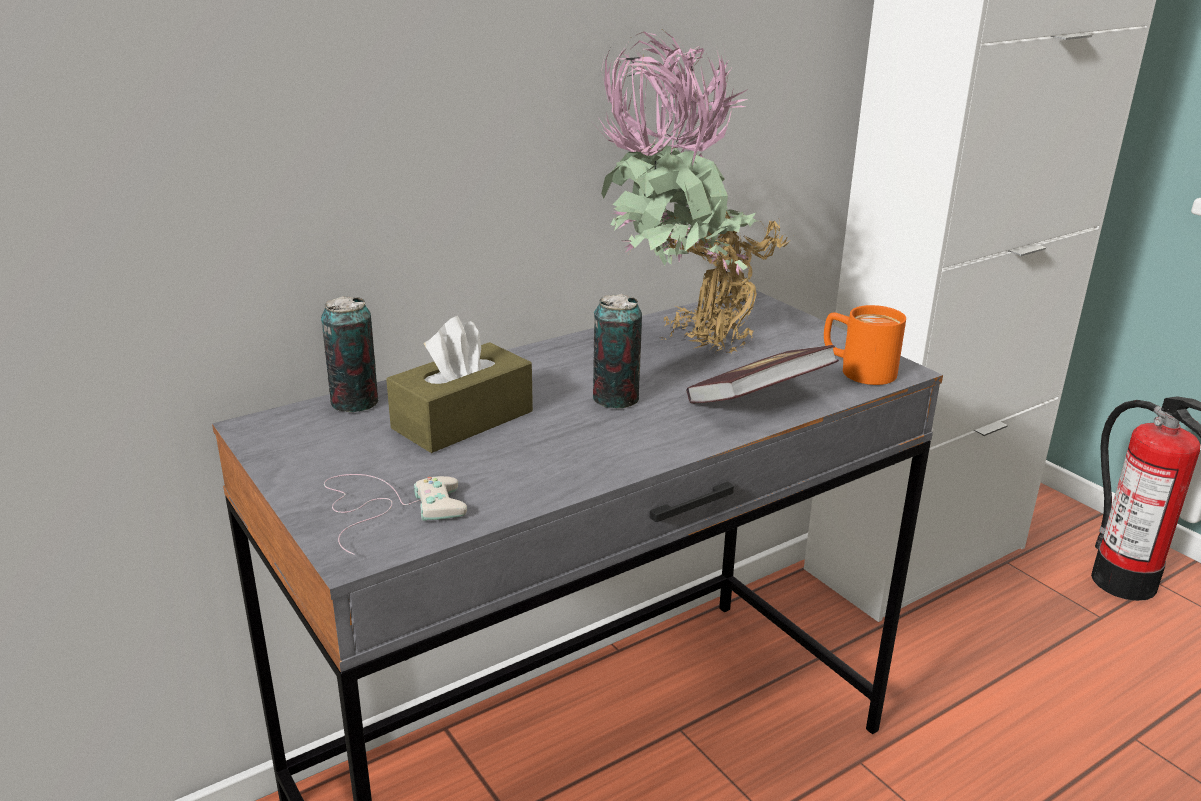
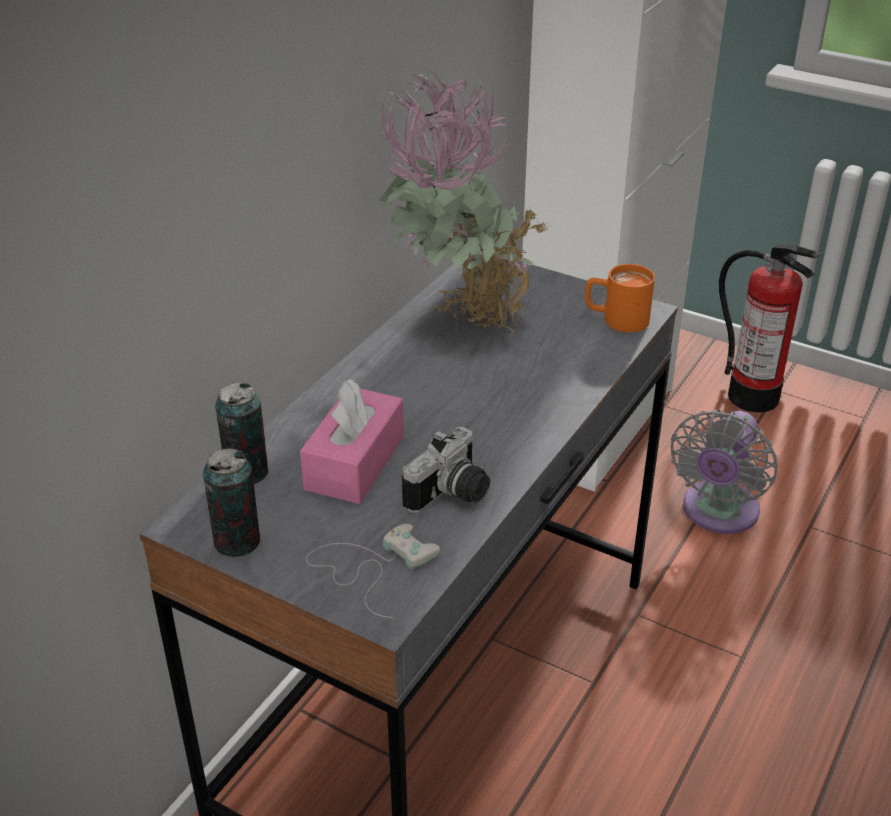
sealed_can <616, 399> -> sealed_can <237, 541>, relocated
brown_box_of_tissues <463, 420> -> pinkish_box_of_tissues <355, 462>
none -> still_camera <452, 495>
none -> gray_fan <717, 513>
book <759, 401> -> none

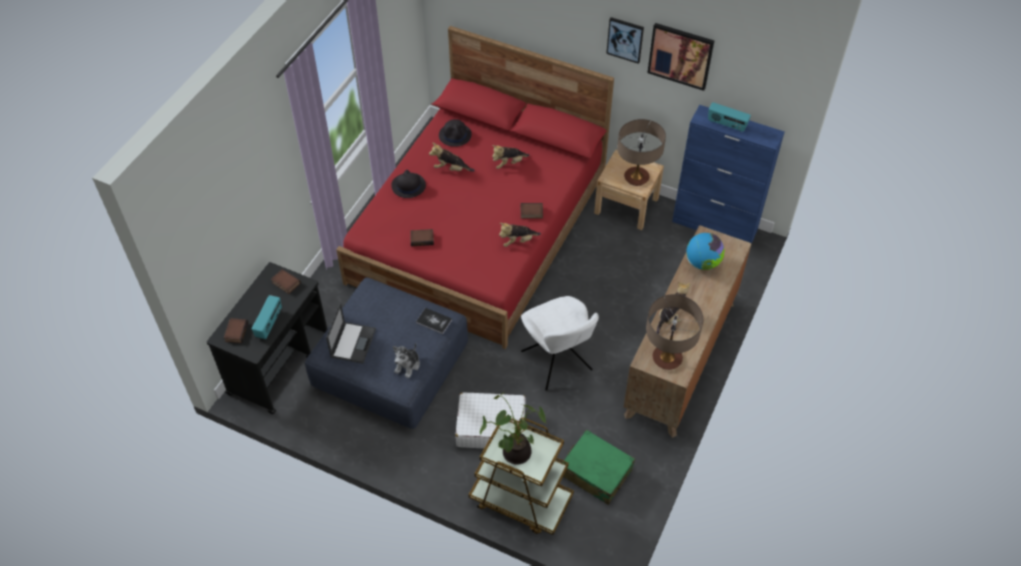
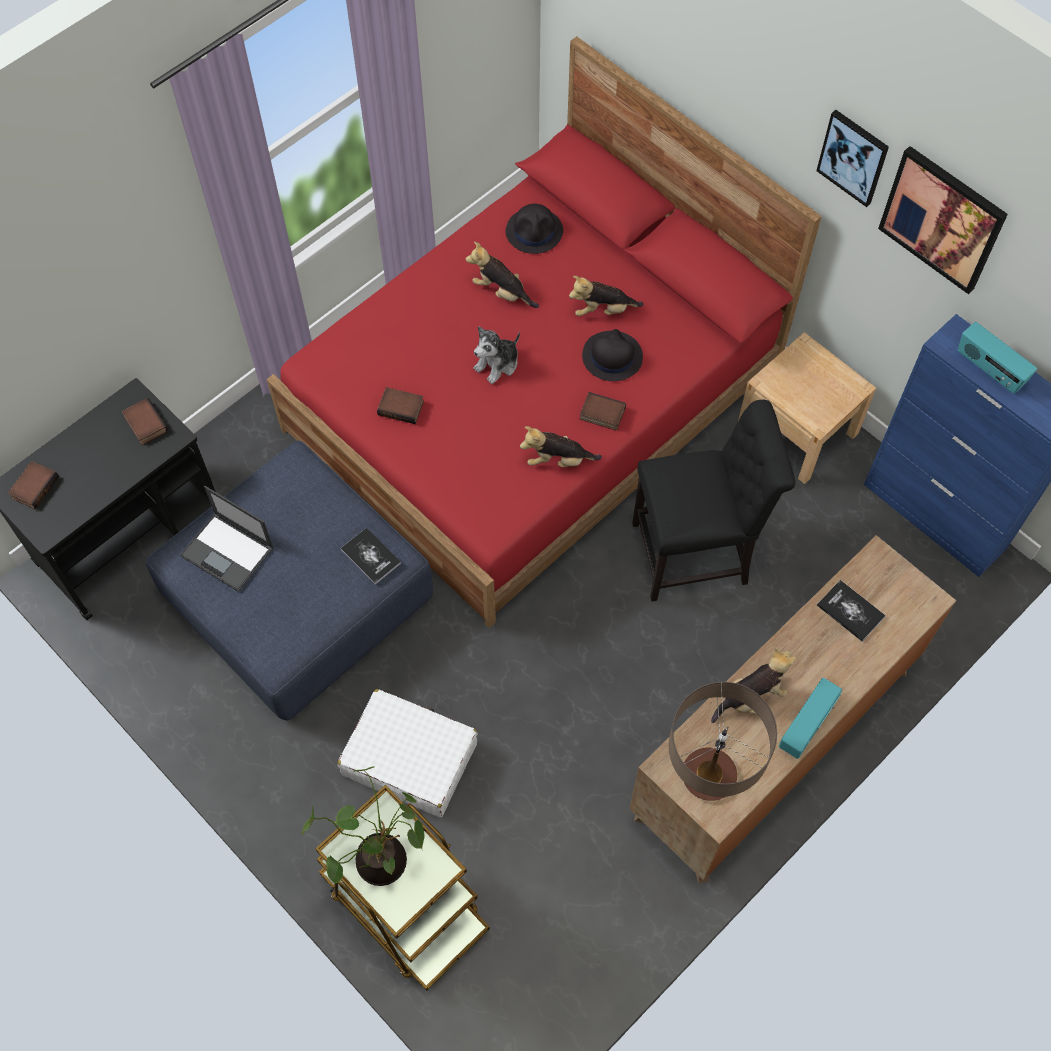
notebook_computer <353, 342> -> notebook_computer <228, 552>, 90 degrees clockwise
cuddly_toy <407, 365> -> cuddly_toy <497, 364>, relocated
blackish_clothing_hat <408, 186> -> blackish_clothing_hat <611, 356>, relocated
none -> blackish_chair <696, 553>
radio_set <269, 324> -> radio_set <806, 726>, relocated
globe <702, 263> -> book <850, 611>
white_chair <557, 363> -> none
green-coloured_travel_case <596, 472> -> none
tabletop_lamp <636, 178> -> none

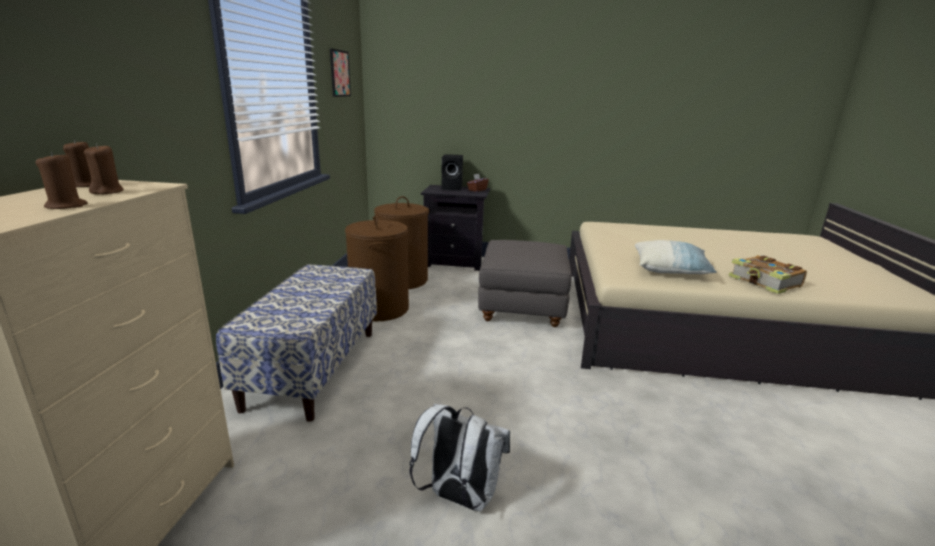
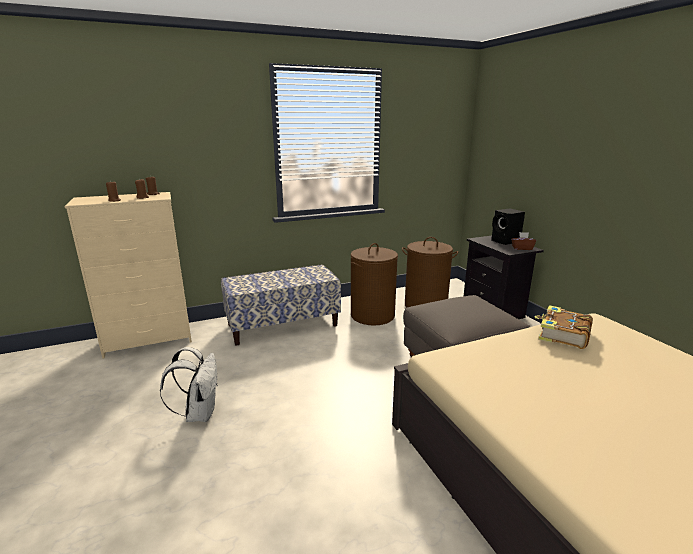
book <765, 283> -> book <562, 335>, relocated
wall_art <339, 73> -> none
throw_pillow <670, 270> -> none

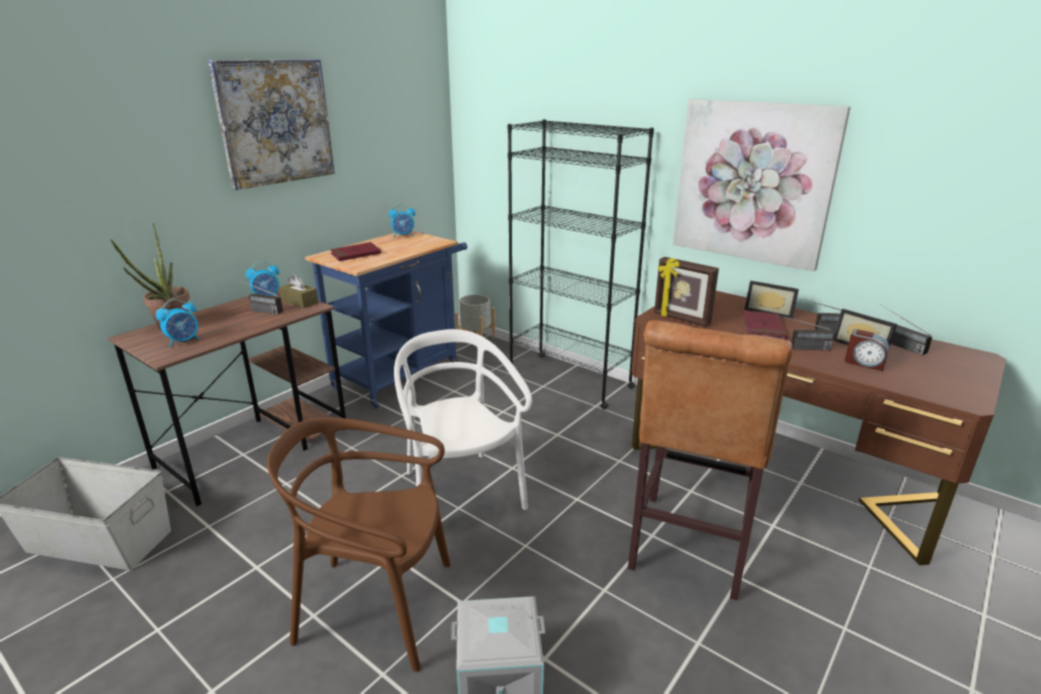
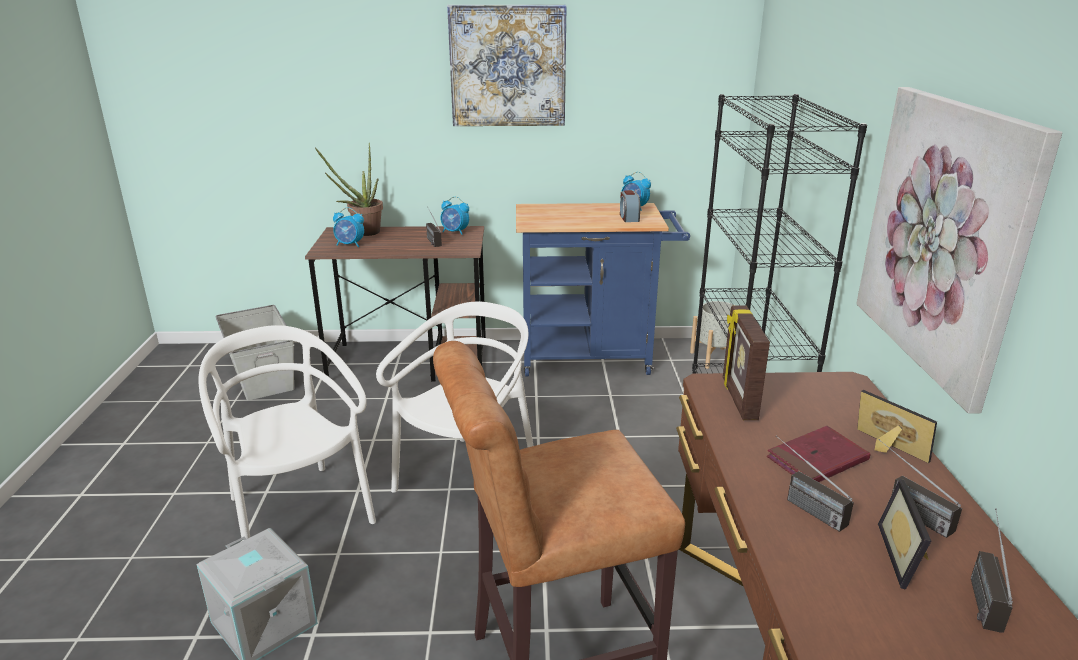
brown_chair <377, 607> -> white_chair <297, 514>
table_clock <864, 363> -> table_clock <629, 217>, relocated
photo_frame <769, 312> -> photo_frame <885, 449>, 150 degrees clockwise
brown_box_of_tissues <300, 302> -> none
red-coloured_book <356, 254> -> none

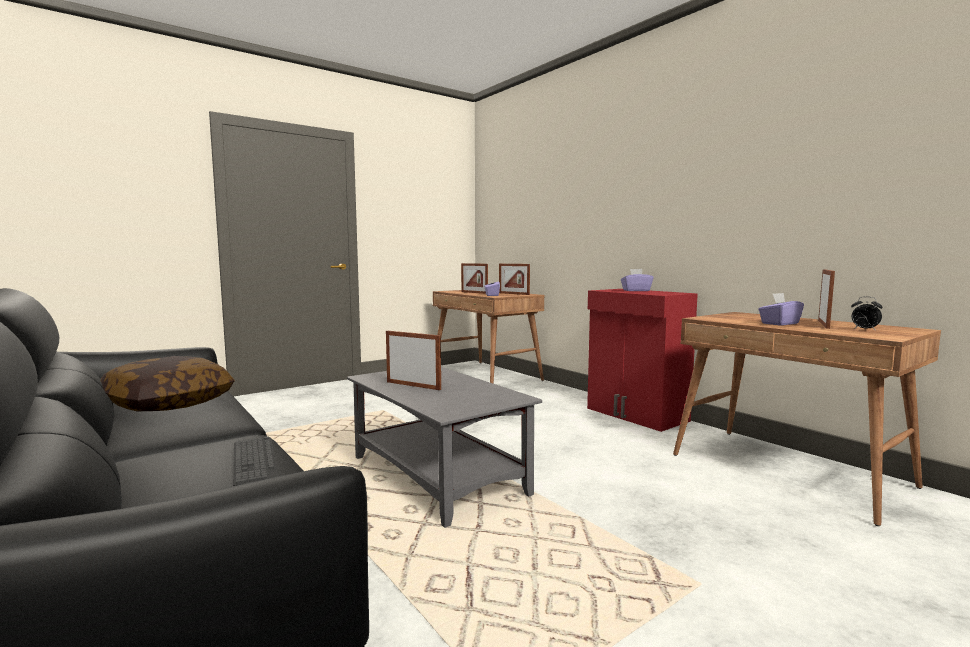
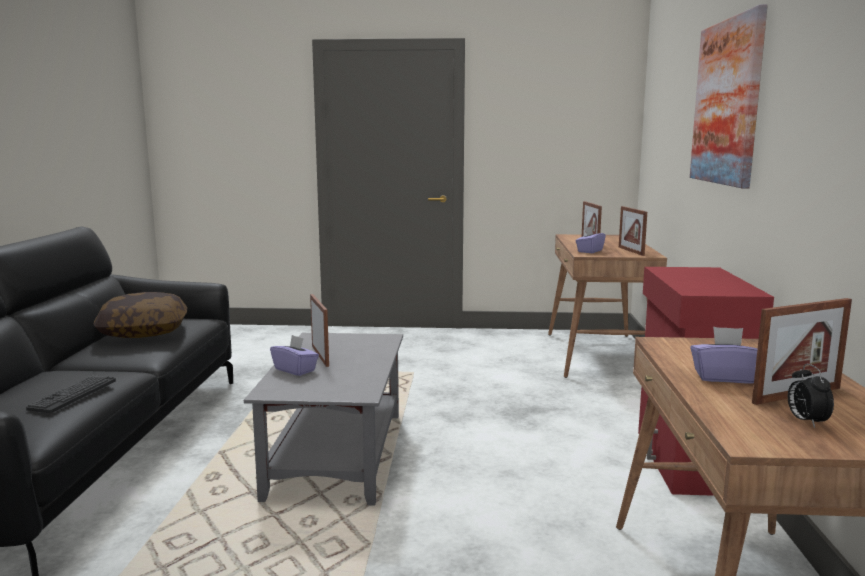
purple-coloured_box_of_tissues <636, 290> -> purple-coloured_box_of_tissues <295, 370>, relocated
none -> wall_art <727, 102>

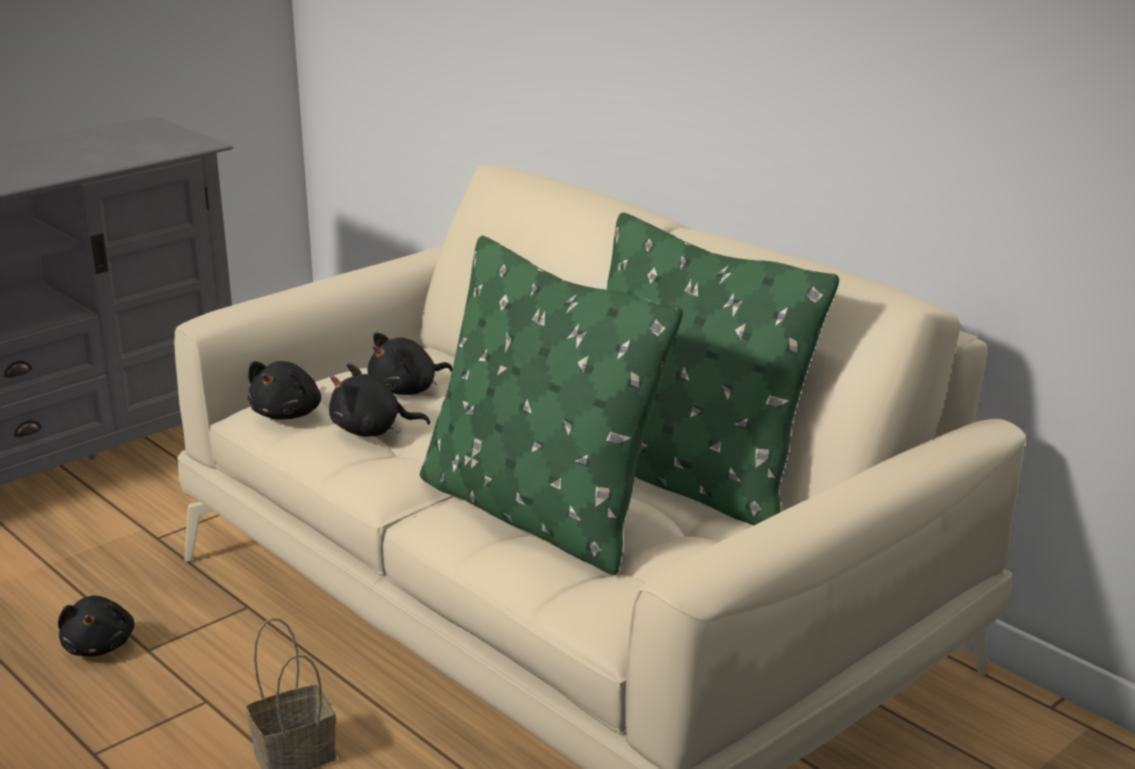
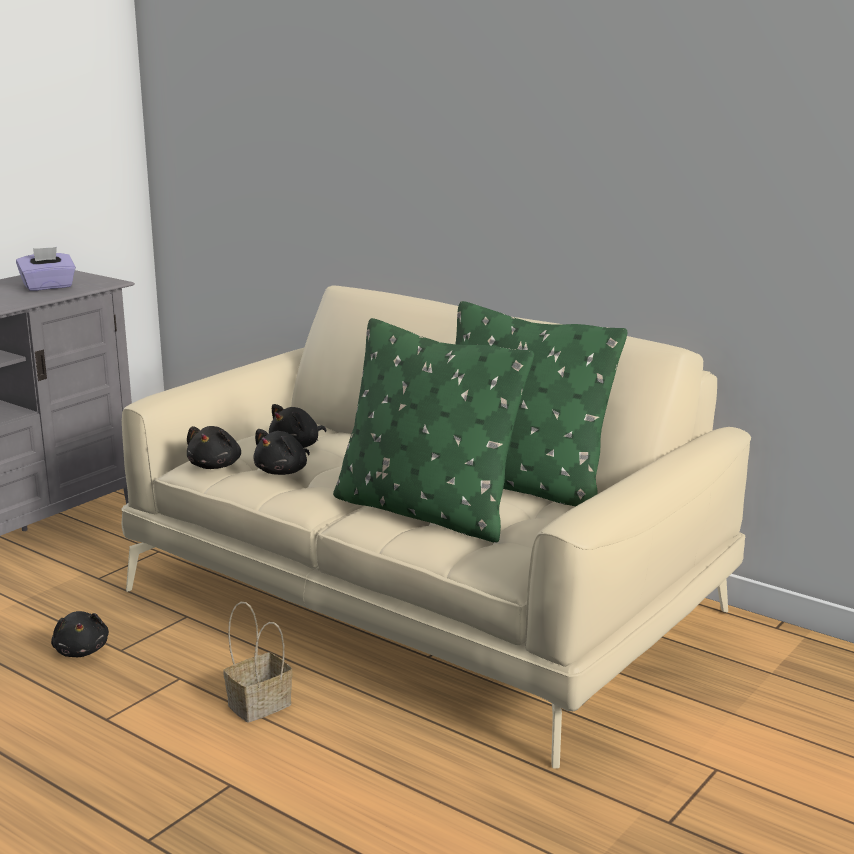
none -> purple-coloured_box_of_tissues <48, 287>
blackish_cuddly_toy <371, 430> -> blackish_cuddly_toy <283, 471>, 45 degrees counterclockwise

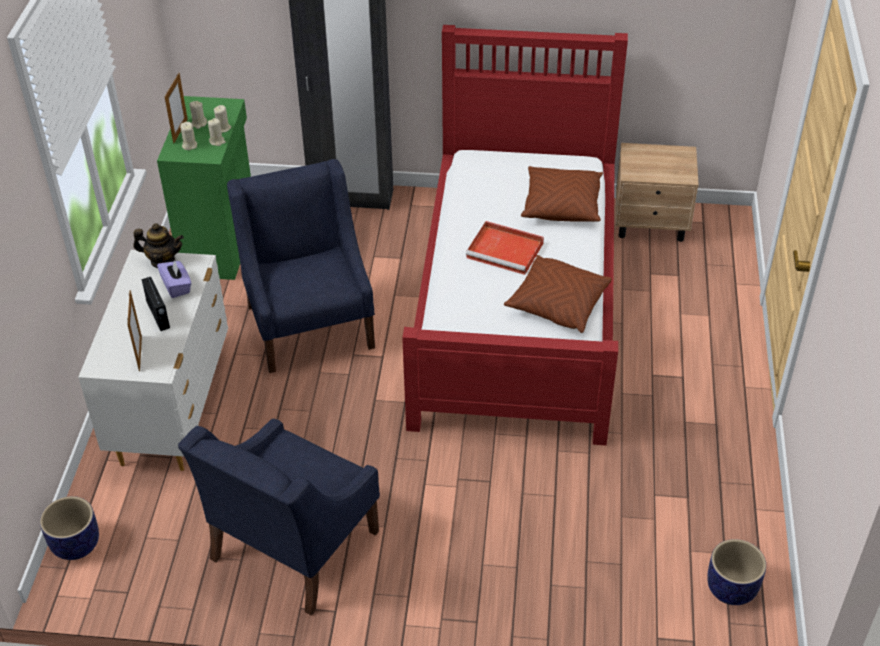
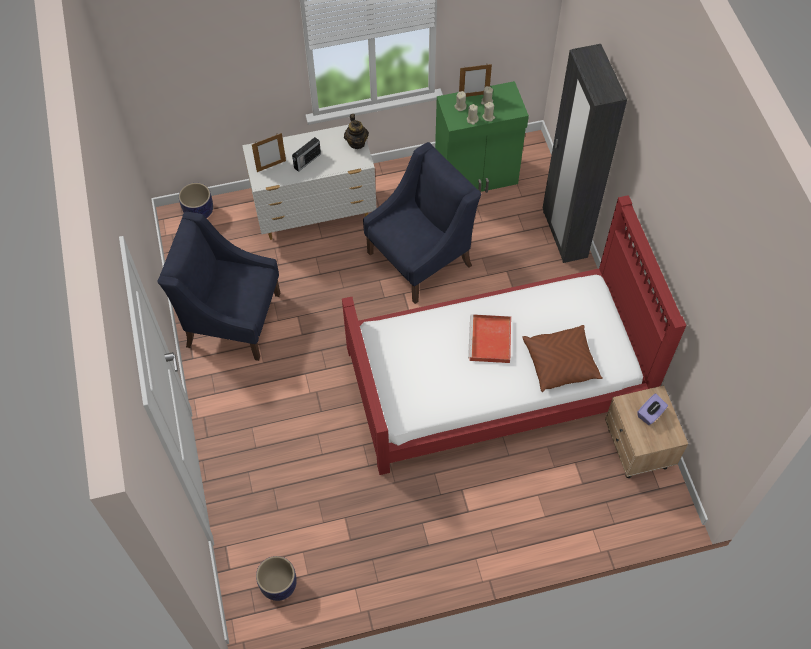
purple-coloured_box_of_tissues <177, 286> -> purple-coloured_box_of_tissues <650, 414>, relocated
brown_throw_pillow <557, 304> -> none

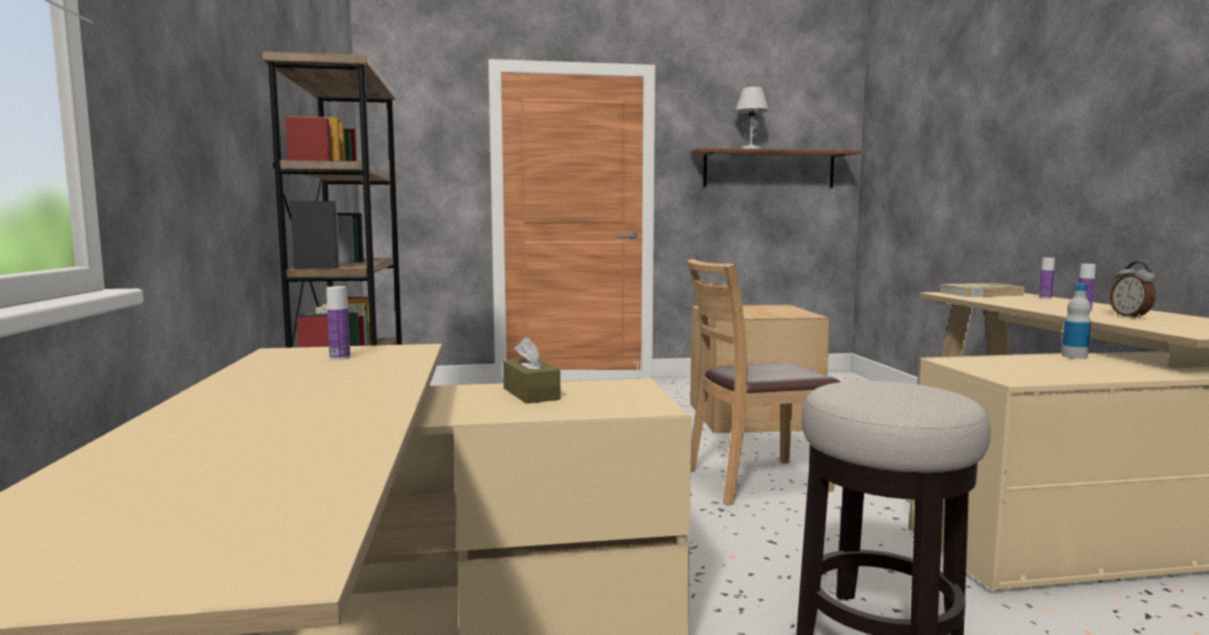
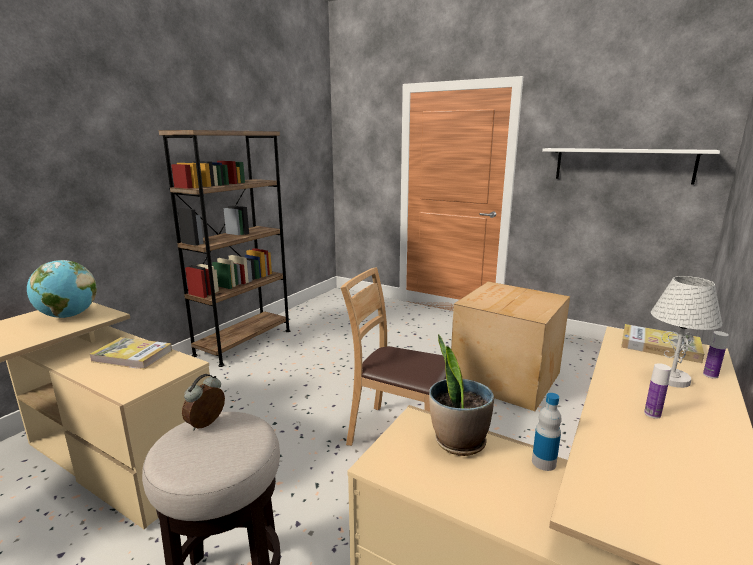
drink_bottle <340, 357> -> globe <68, 316>
brown_box_of_tissues <531, 394> -> book <132, 356>
table_clock <1131, 316> -> table_clock <207, 424>, relocated
none -> potted_plant <458, 441>
brown_wall_shelf <769, 169> -> white_wall_shelf <623, 165>
white_tabletop_lamp <750, 149> -> white_tabletop_lamp <671, 378>, relocated

